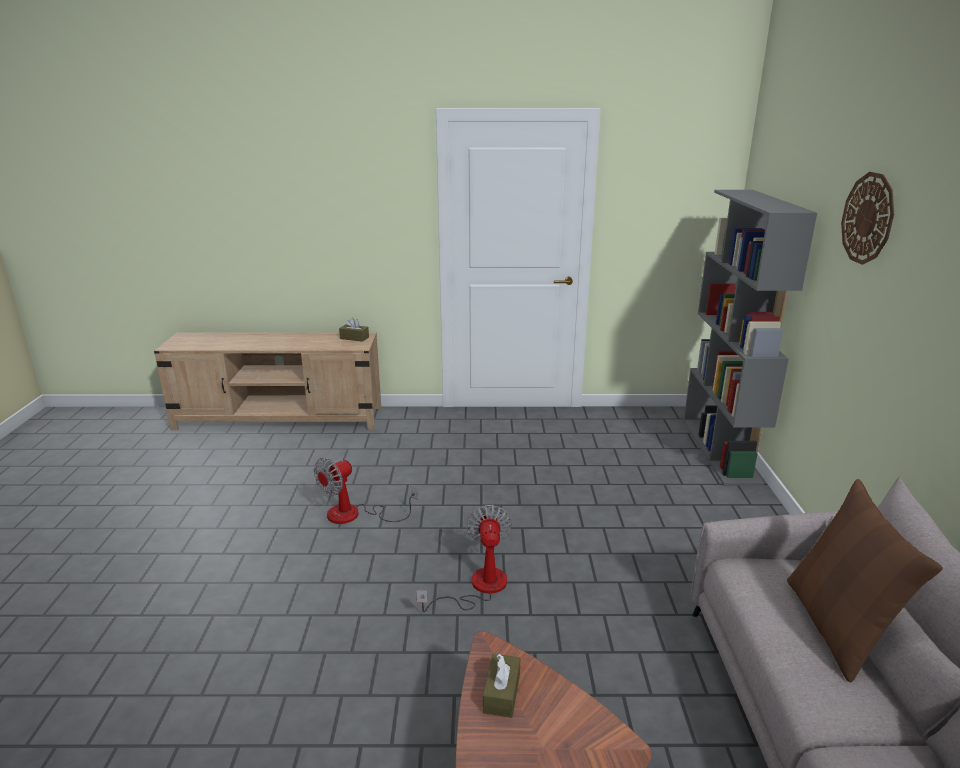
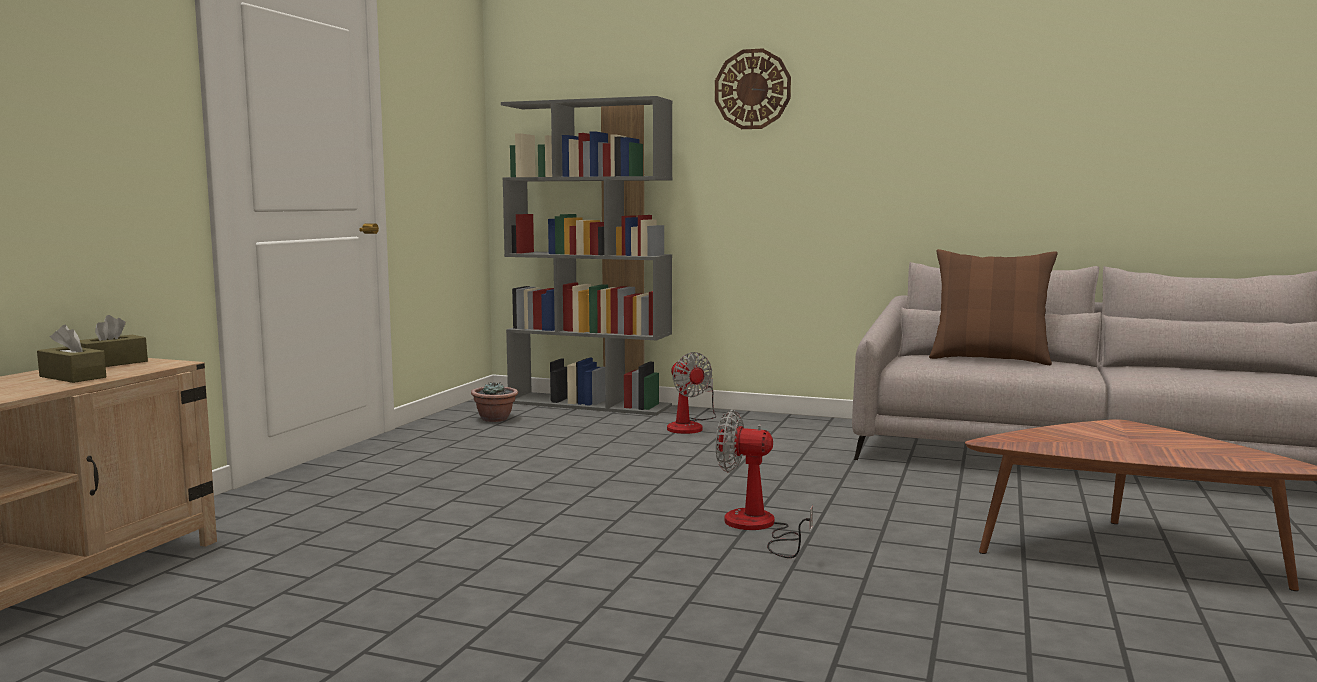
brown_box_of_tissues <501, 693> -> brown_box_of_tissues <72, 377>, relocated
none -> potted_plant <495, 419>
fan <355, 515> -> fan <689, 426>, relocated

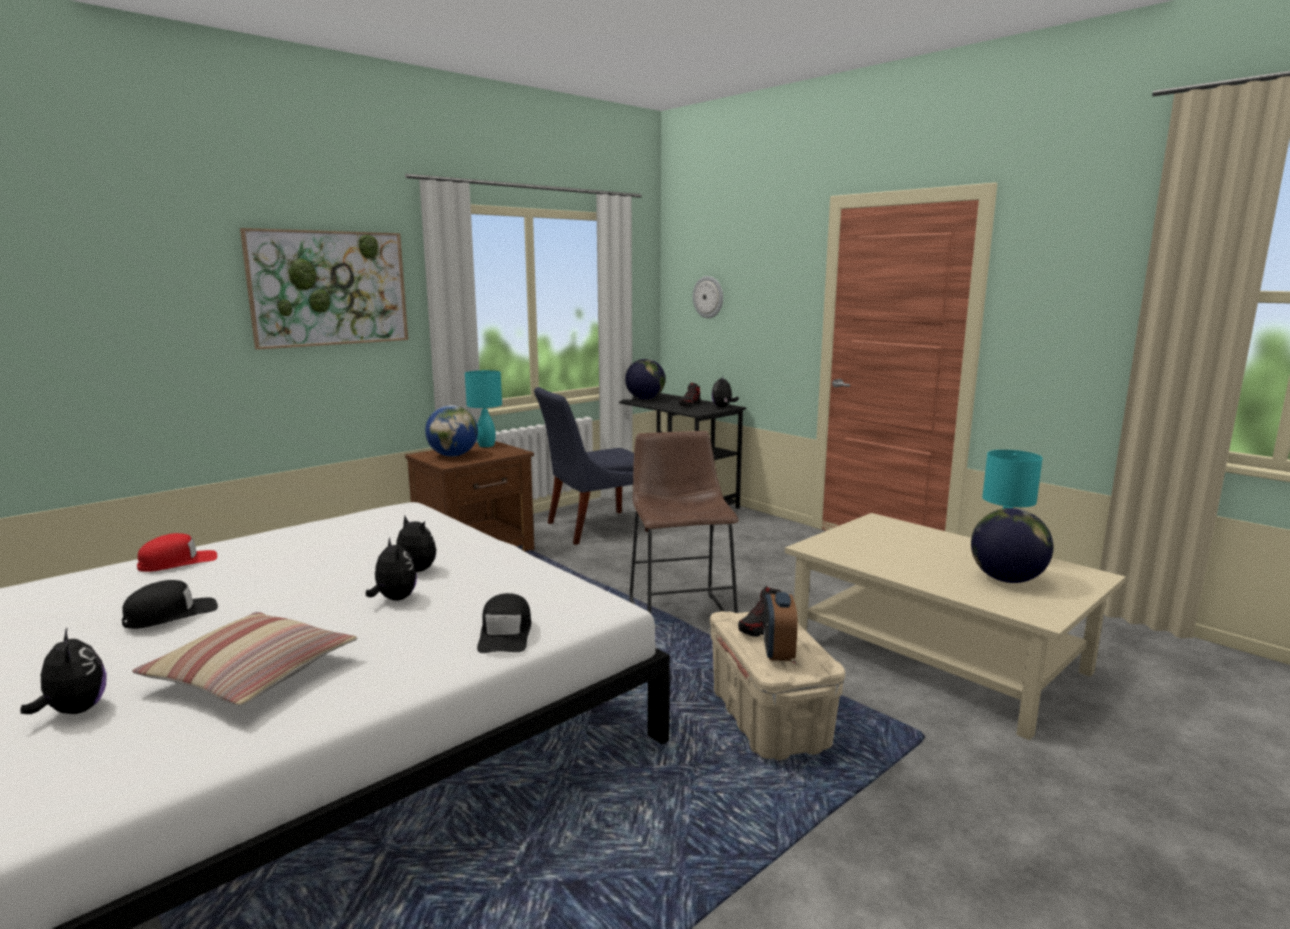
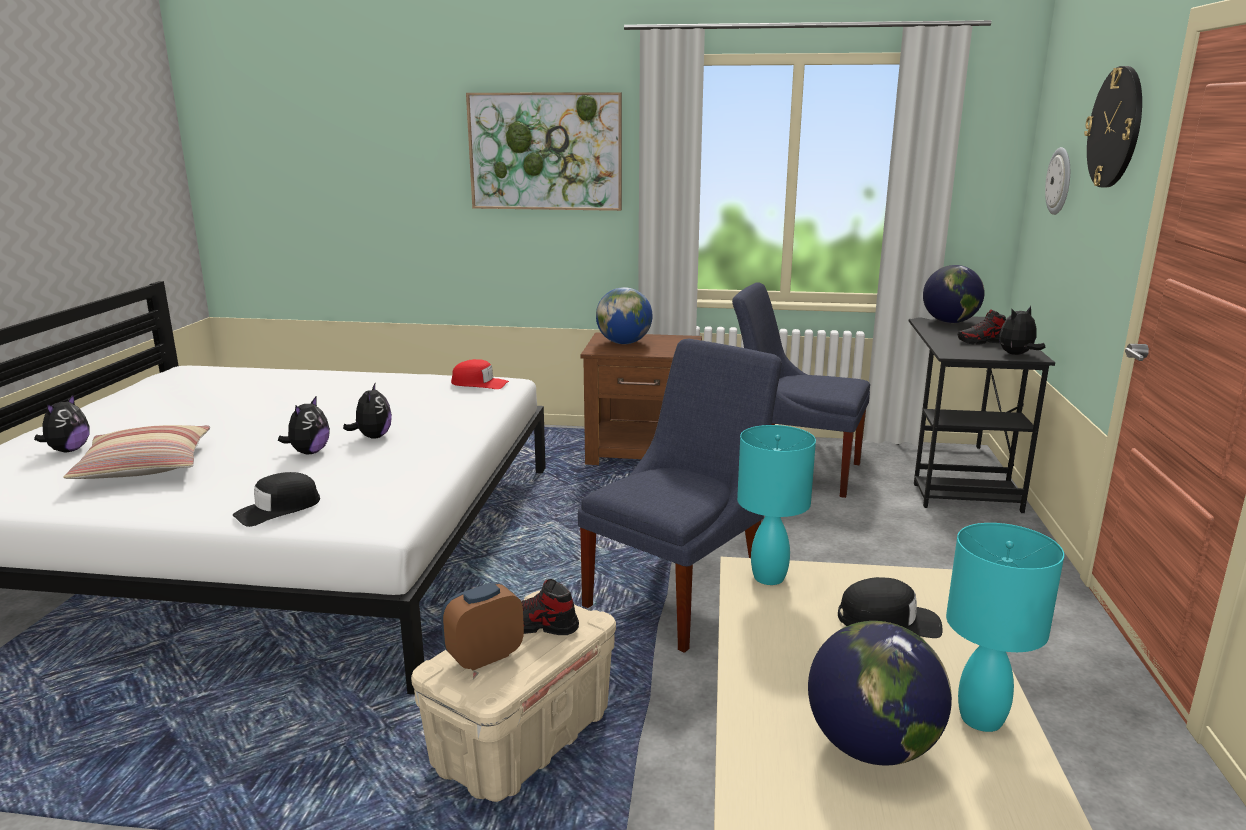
red-coloured_baseball_cap <178, 562> -> red-coloured_baseball_cap <479, 383>, relocated
brown_sitting_stool <680, 613> -> blue-coloured_chair <680, 595>
turquoise_tabletop_lamp <486, 445> -> turquoise_tabletop_lamp <768, 577>, relocated
blackish_baseball_cap <171, 614> -> blackish_baseball_cap <889, 621>, relocated
none -> wall_clock <1115, 127>

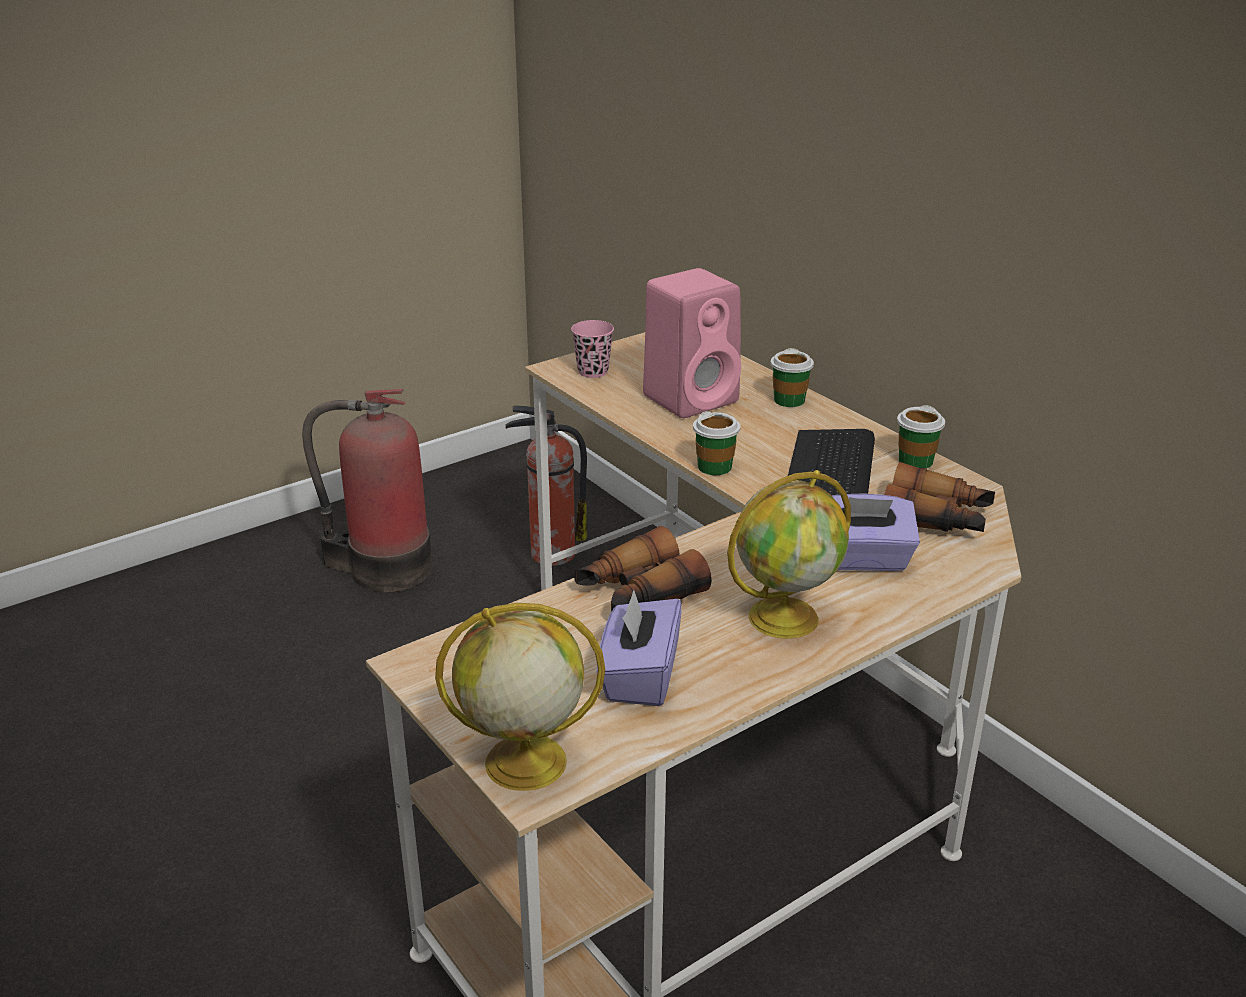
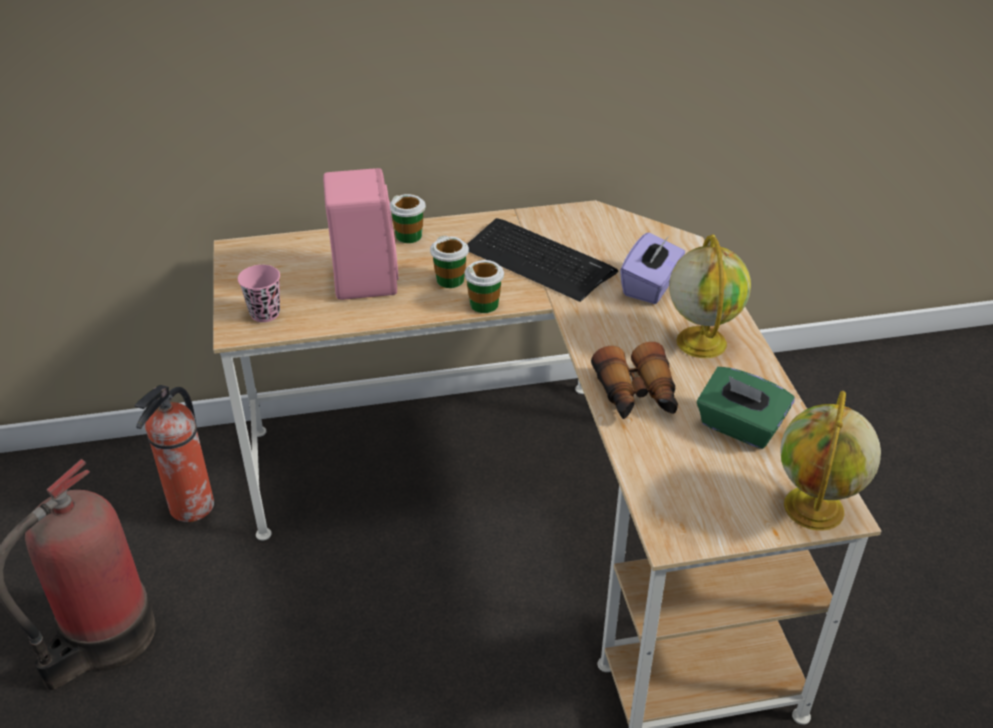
drinking_cup <915, 461> -> drinking_cup <450, 280>, relocated
purple-coloured_box_of_tissues <639, 677> -> green-coloured_box_of_tissues <739, 427>
field_glasses <936, 519> -> none

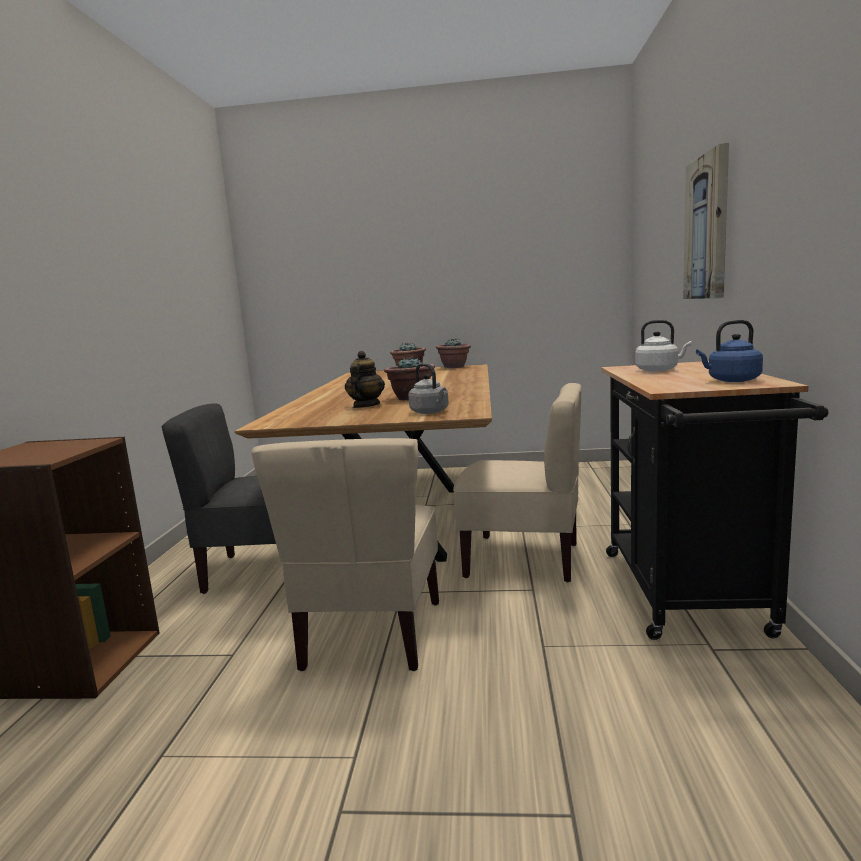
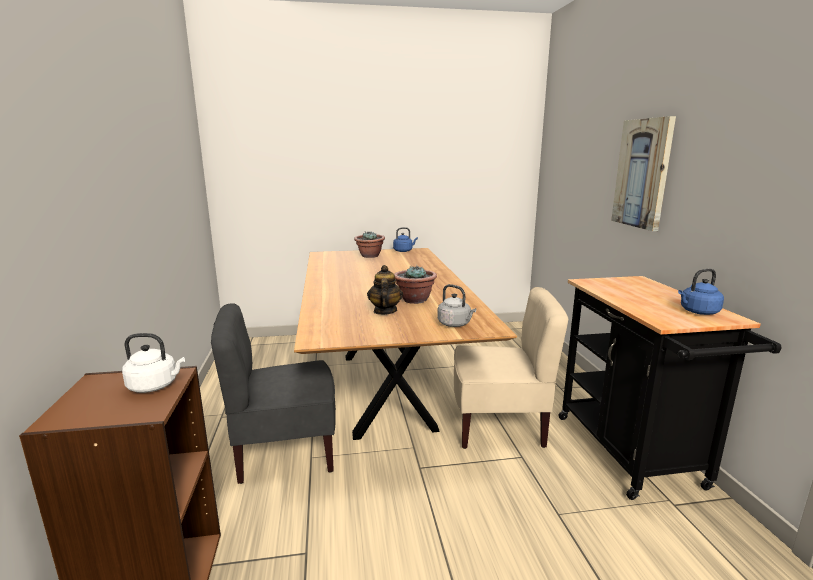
white_tea_kettle <659, 370> -> white_tea_kettle <155, 386>, relocated
potted_plant <454, 367> -> blue-coloured_tea_kettle <404, 251>
sand-coloured_chair <370, 635> -> none

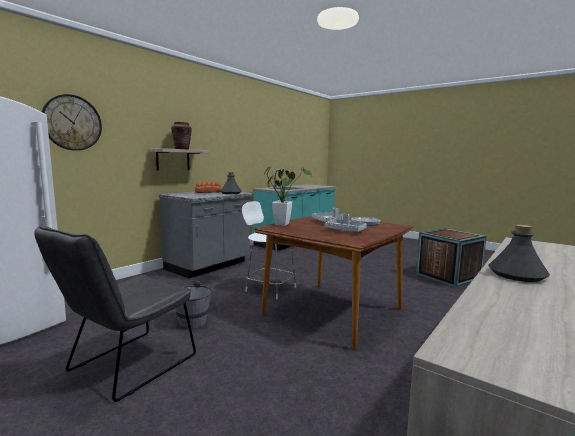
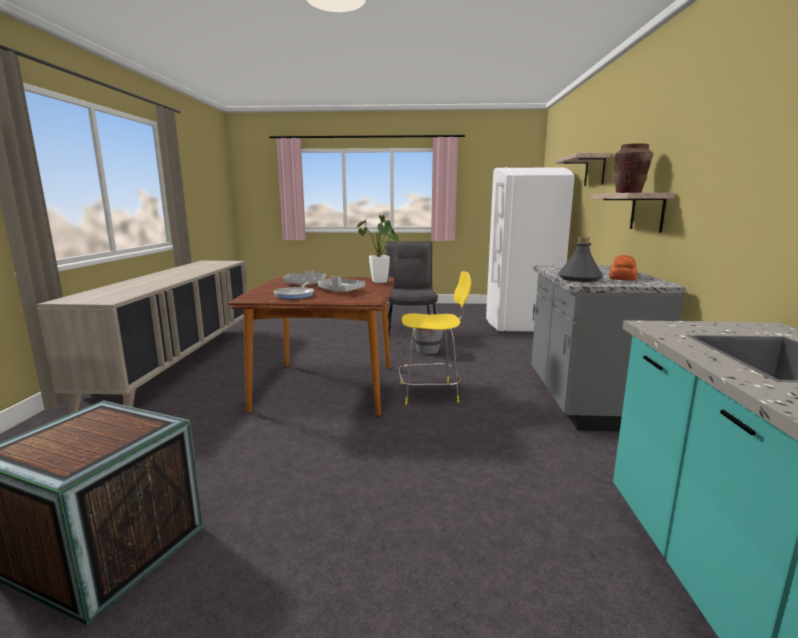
white_chair <269, 288> -> yellowish_chair <431, 392>
wall_clock <72, 123> -> wall_shelf <595, 170>
gray_drink_bottle <517, 274> -> none

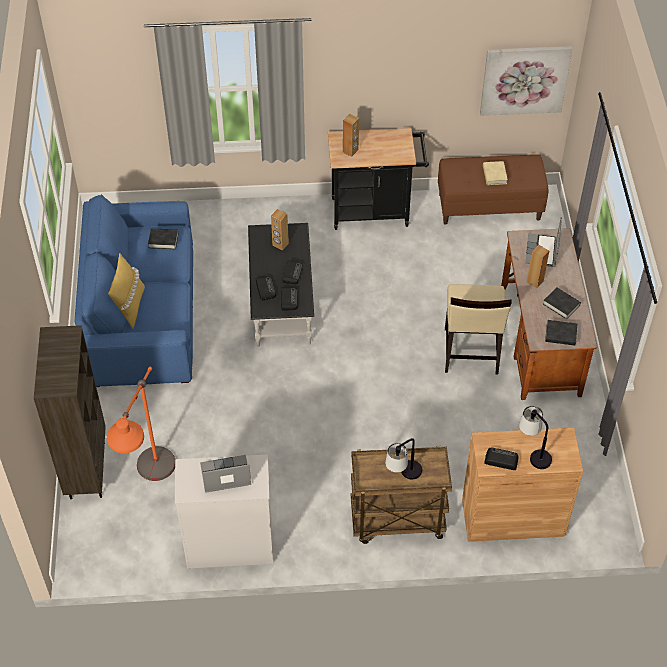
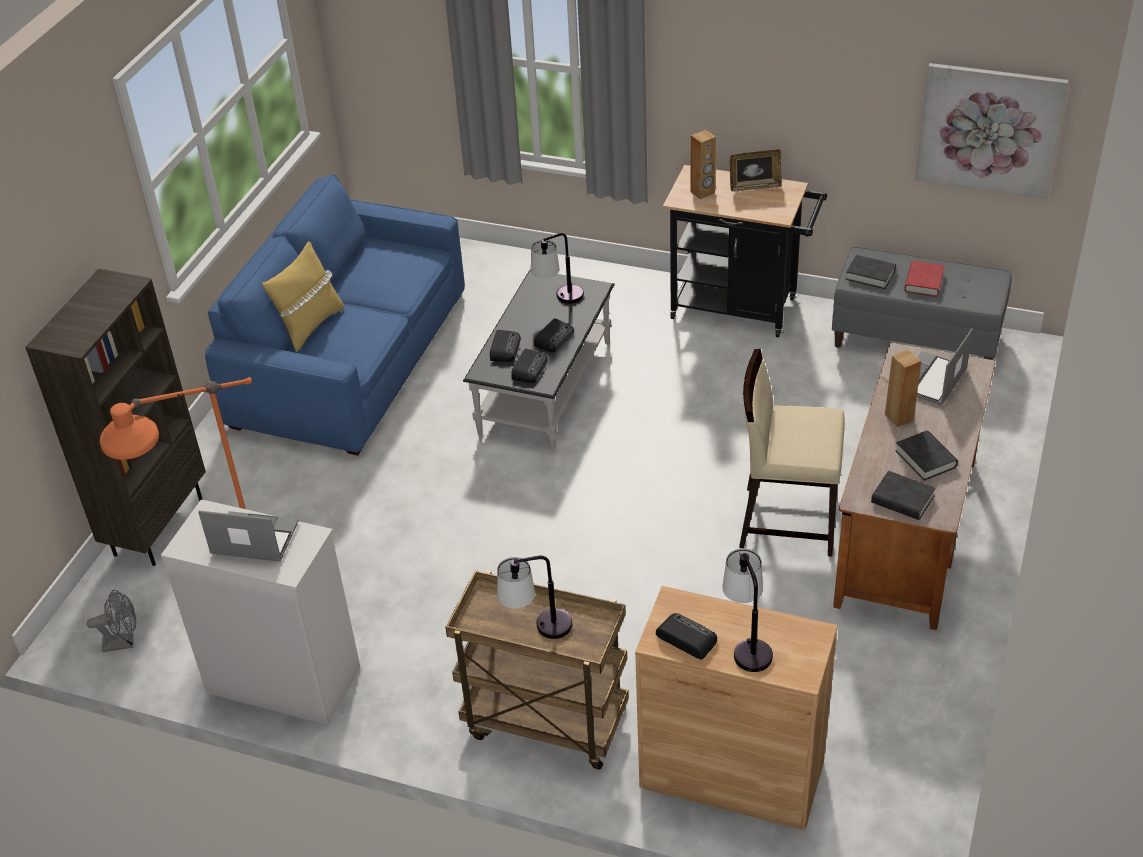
none -> gray_fan <124, 642>
brown_loudspeaker <280, 244> -> tabletop_lamp <559, 300>
none -> photo_frame <754, 186>
sand-coloured_chair <470, 351> -> sand-coloured_chair <787, 520>, 75 degrees clockwise
brown_indoor_bench <489, 206> -> gray_indoor_bench <917, 339>
blackish_book <163, 240> -> blackish_book <870, 275>, relocated
sand-coloured_book <494, 175> -> red-coloured_book <923, 282>

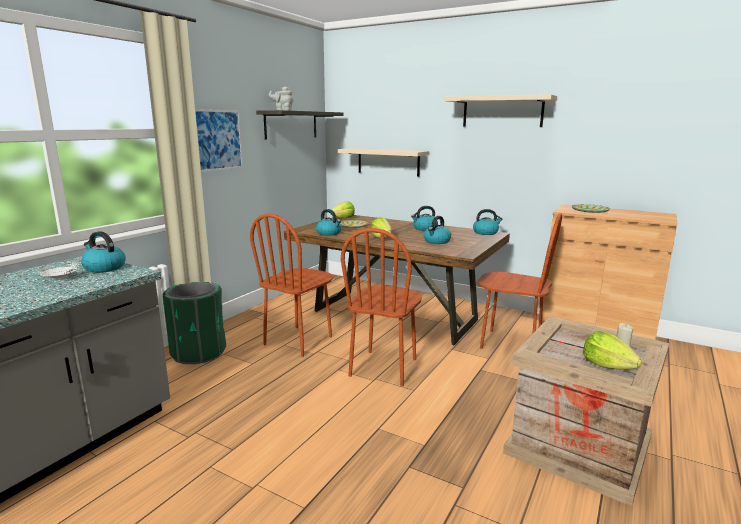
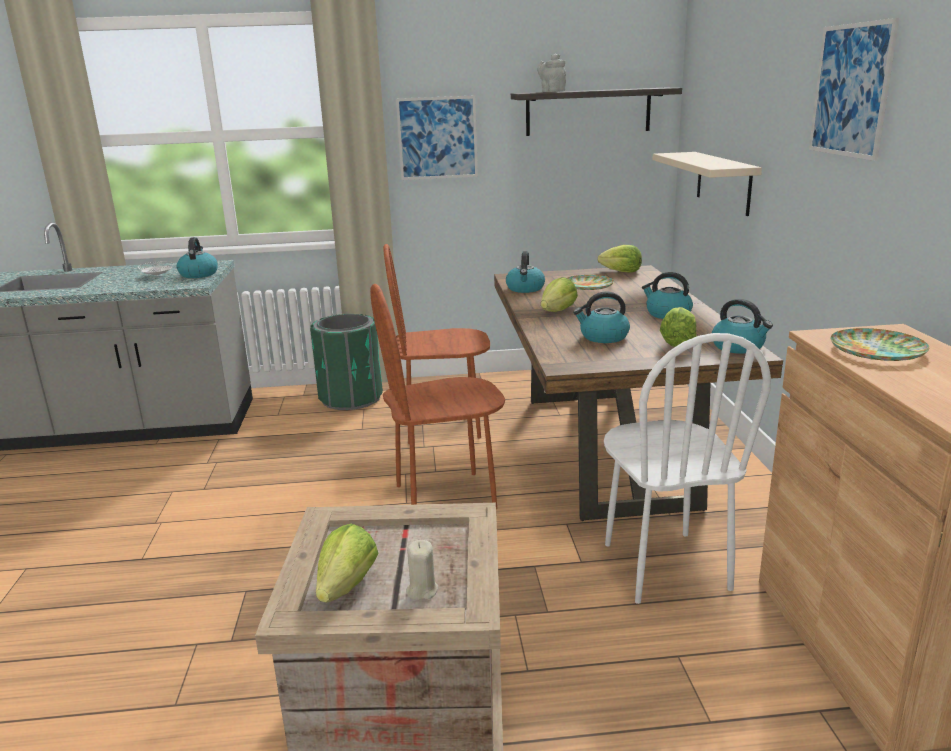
brown_chair <510, 344> -> white_chair <664, 566>
none -> lettuce_head <677, 342>
sand-coloured_wall_shelf <502, 112> -> wall_art <850, 90>

